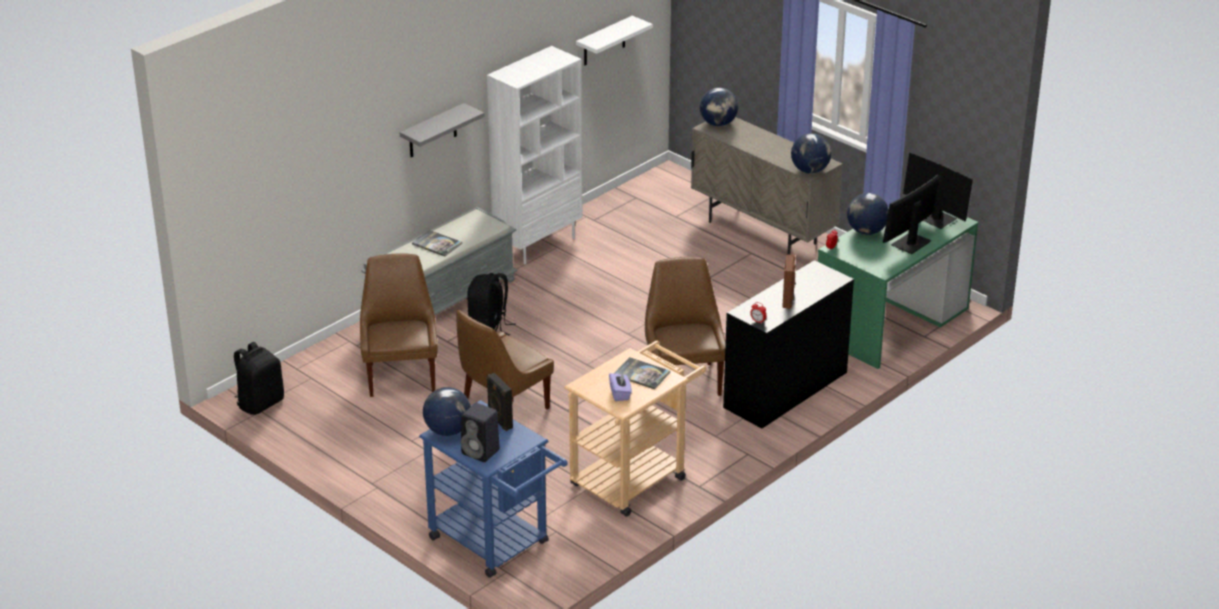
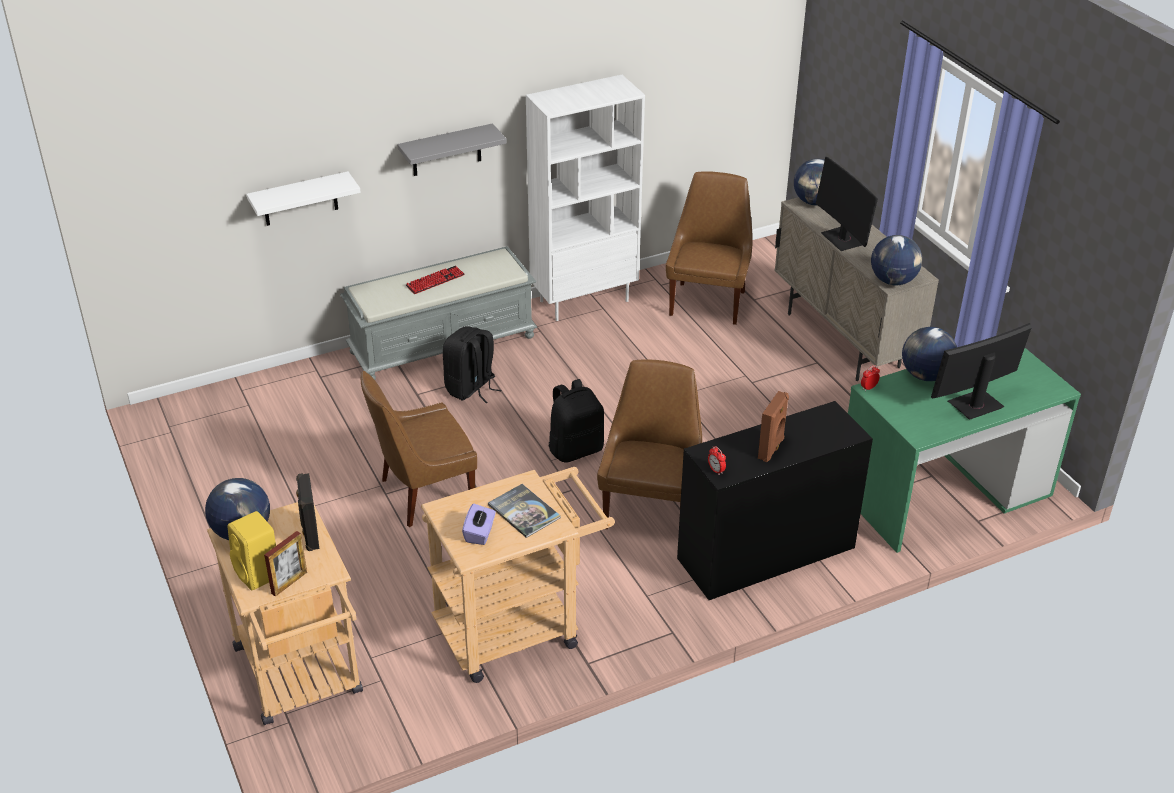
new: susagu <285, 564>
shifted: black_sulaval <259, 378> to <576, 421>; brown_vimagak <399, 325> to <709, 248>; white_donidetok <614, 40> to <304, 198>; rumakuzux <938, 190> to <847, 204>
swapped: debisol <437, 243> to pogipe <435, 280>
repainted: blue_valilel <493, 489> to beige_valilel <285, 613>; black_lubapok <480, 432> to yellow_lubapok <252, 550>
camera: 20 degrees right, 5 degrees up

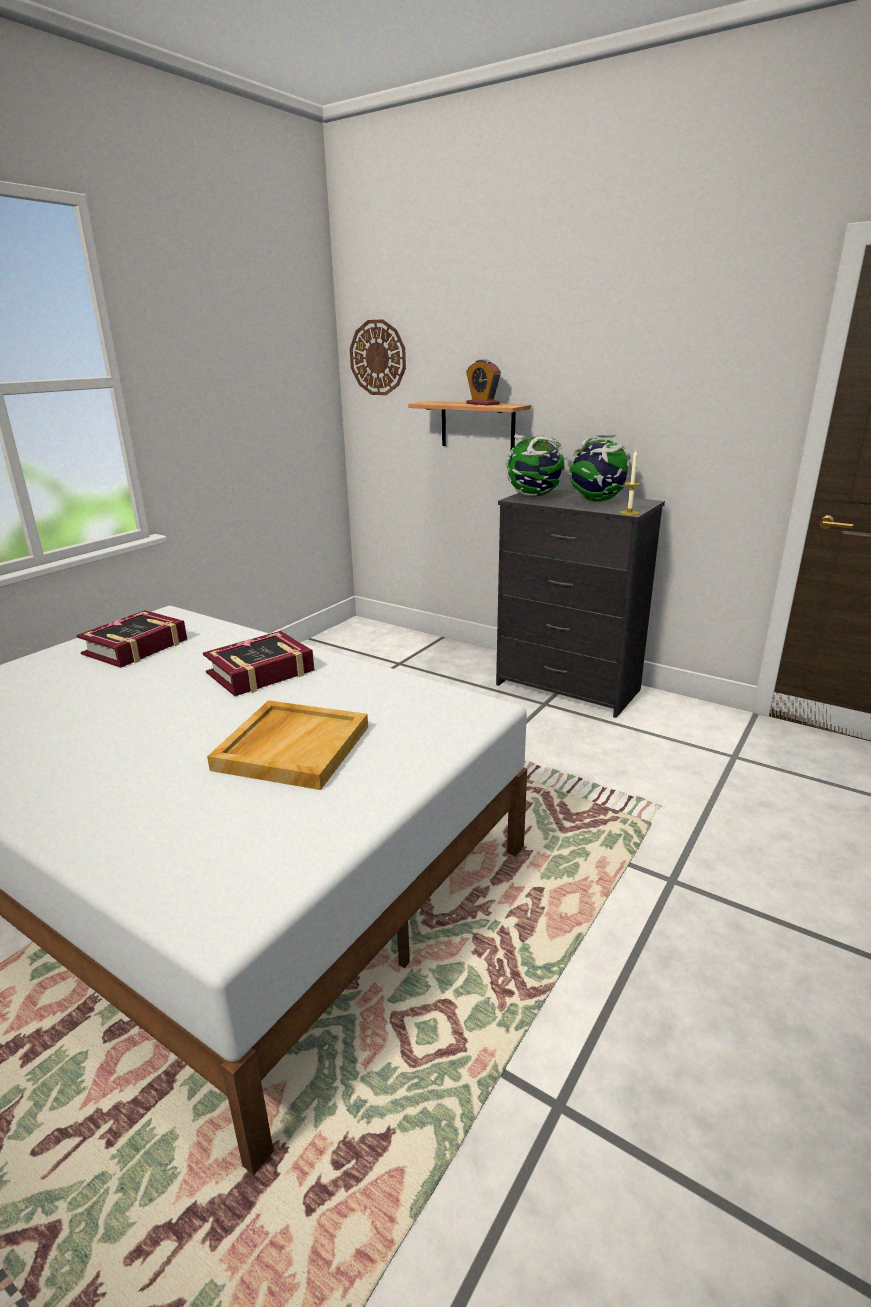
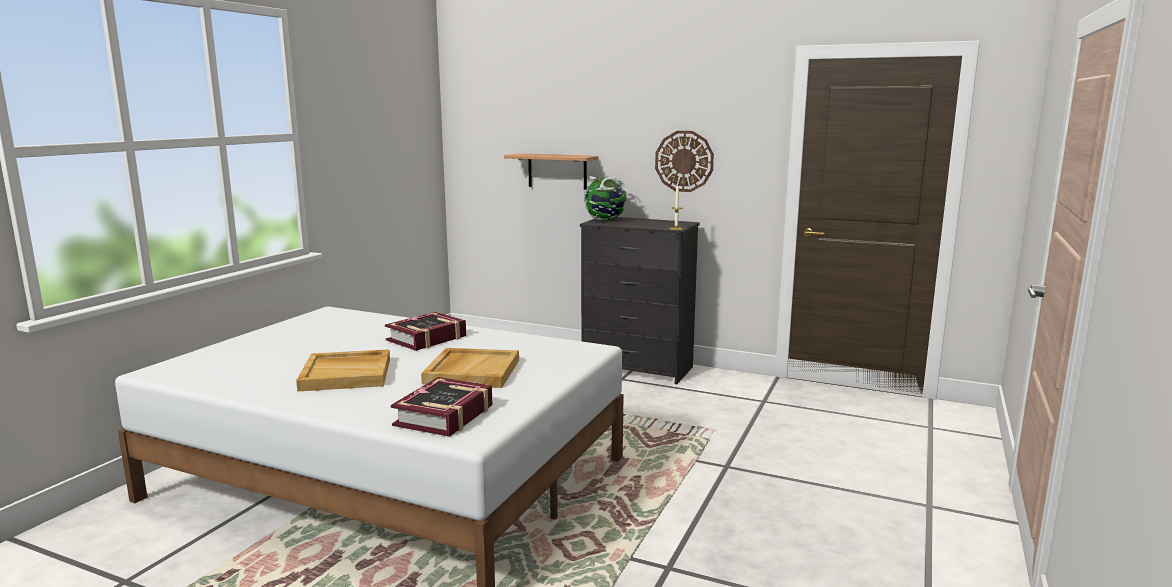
gone: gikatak <483, 382>; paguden <600, 468>
new: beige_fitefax <343, 370>
shifted: debisol <131, 639> to <441, 407>; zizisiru <378, 357> to <684, 161>
camera: 10 degrees left, 10 degrees down

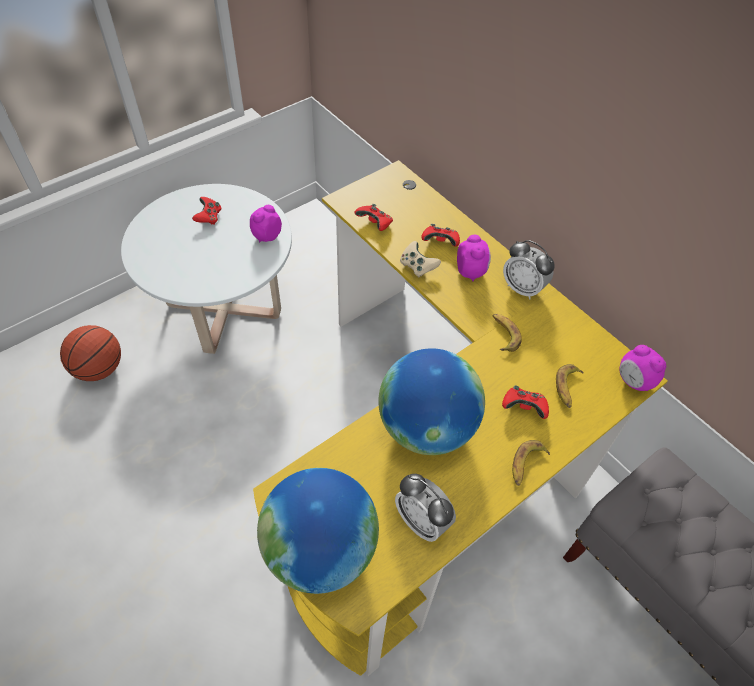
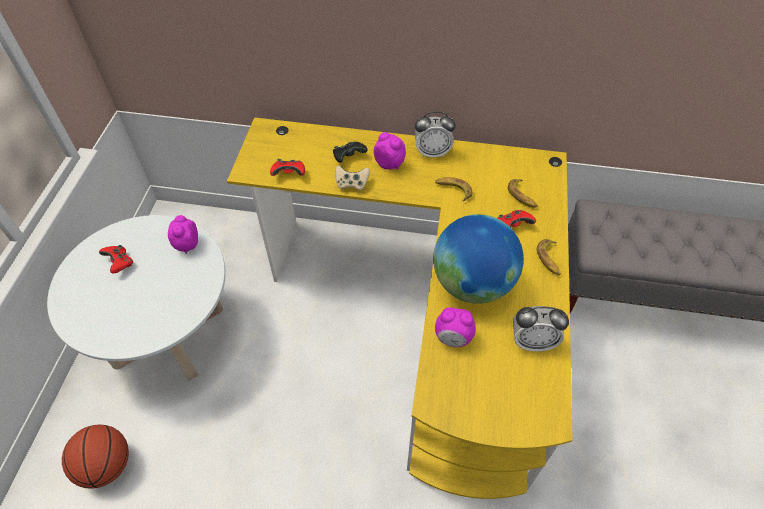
gone: paguden <318, 531>
shifted: gikatak <643, 368> to <455, 327>
repainted: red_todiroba <440, 235> to black_todiroba <350, 152>
camera: 40 degrees left, 0 degrees up

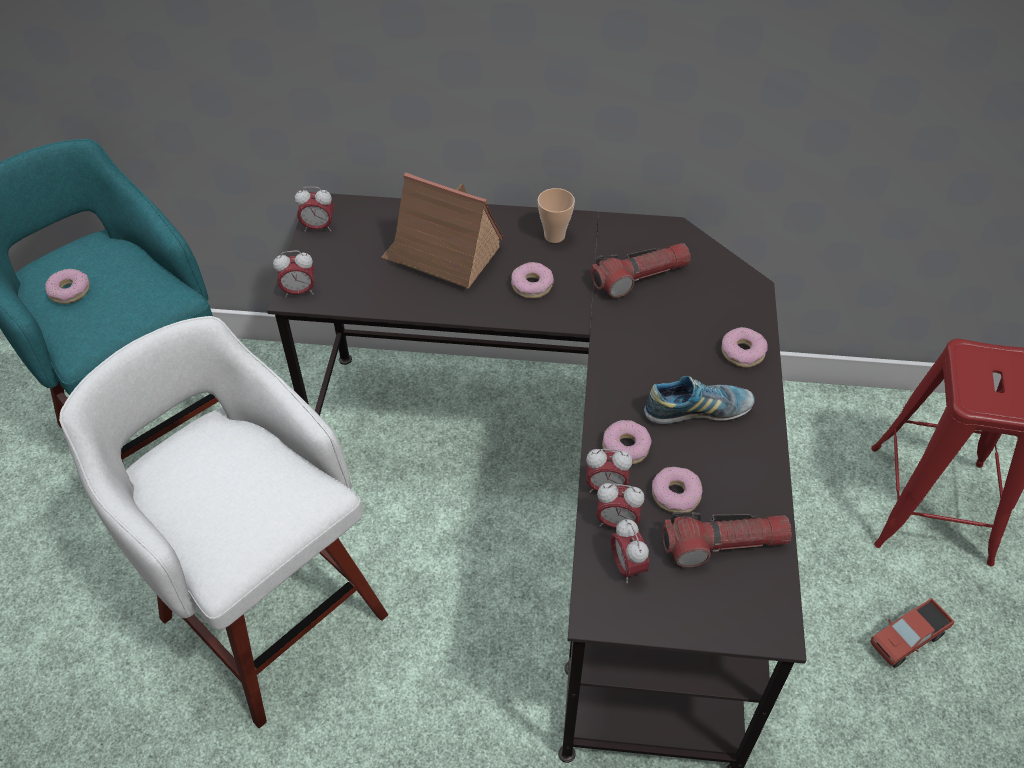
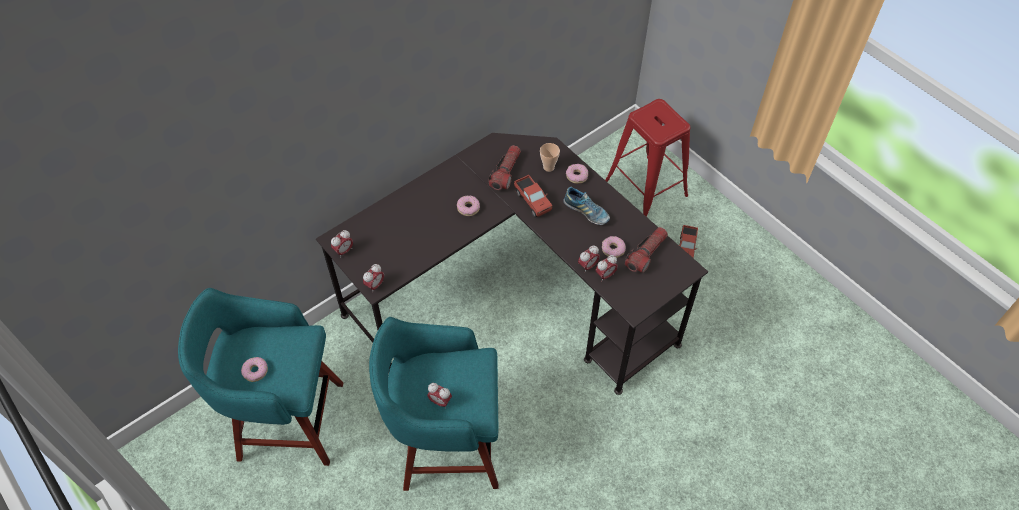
gone: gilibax <442, 231>; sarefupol <627, 442>
new: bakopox <533, 196>
shifted: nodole <556, 215> to <550, 157>; gikatak <630, 551> to <439, 395>
repainted: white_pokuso <223, 522> to turquoise_pokuso <434, 404>
rotated: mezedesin <699, 400> = <586, 206> 90 degrees clockwise
camera: 45 degrees left, 5 degrees up

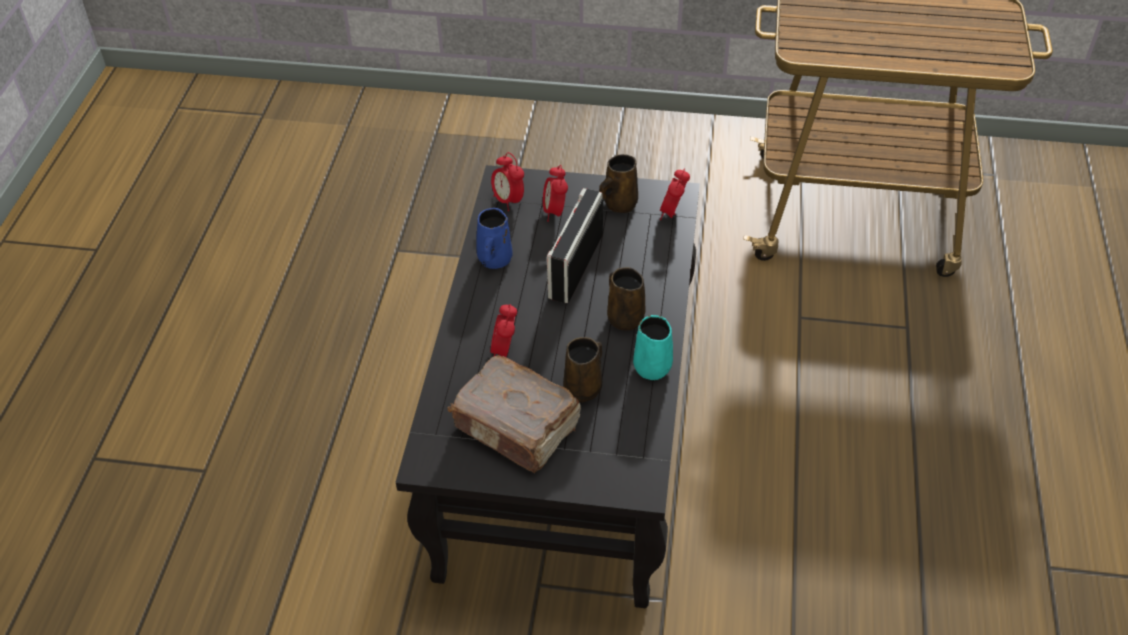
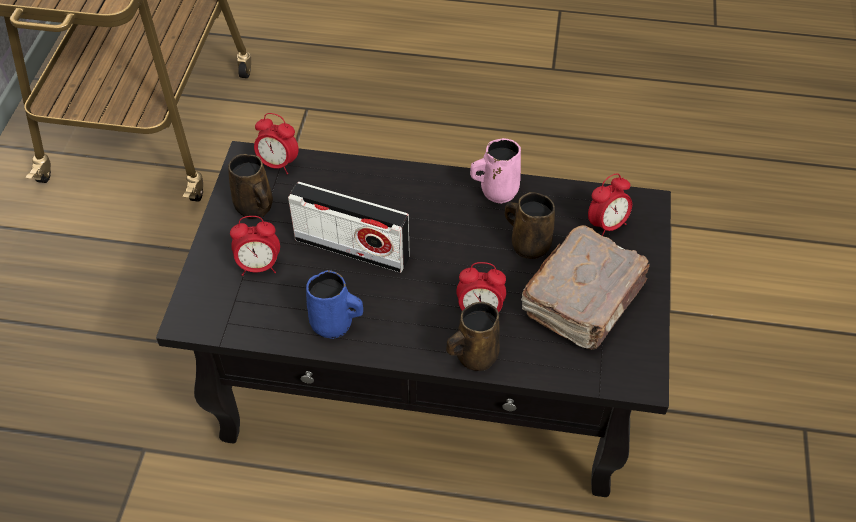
shifted: gikatak <507, 181> to <610, 204>; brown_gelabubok <626, 298> to <473, 336>
repainted: turquoise_gelabubok <653, 347> to pink_gelabubok <495, 171>
camera: 90 degrees left, 5 degrees up

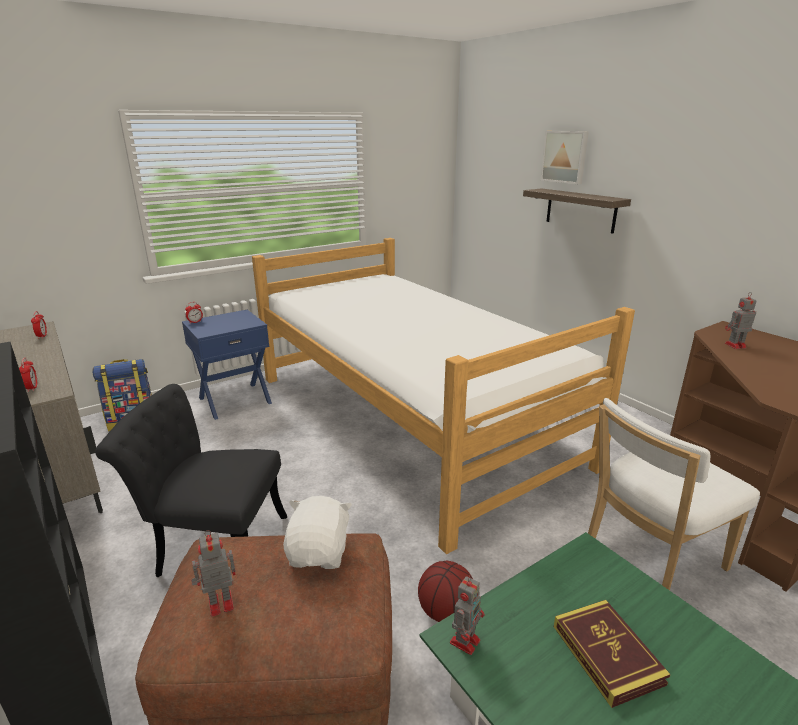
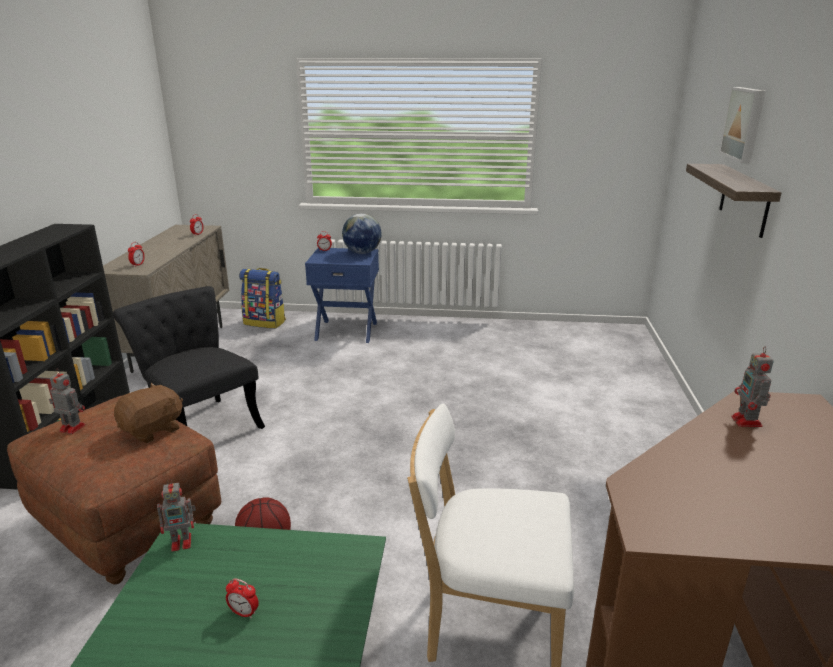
gone: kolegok <443, 396>
new: paguden <362, 233>
swapped: debisol <612, 654> to gikatak <242, 598>
repainted: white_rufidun <317, 532> to brown_rufidun <148, 413>
rotated: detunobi <741, 321> = <752, 386> 120 degrees counterclockwise
camera: 40 degrees right, 0 degrees up

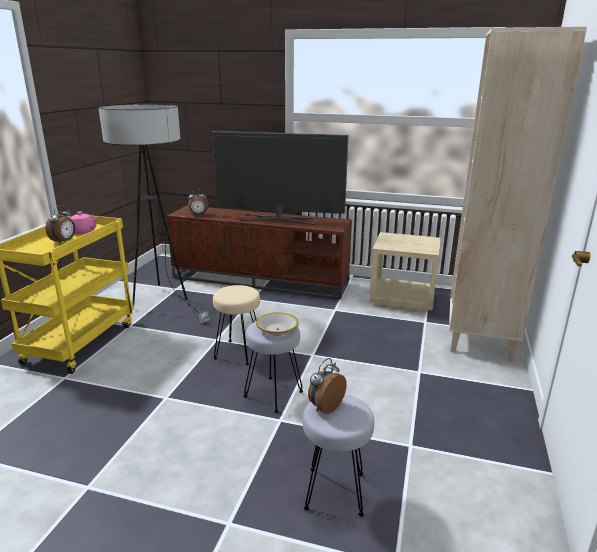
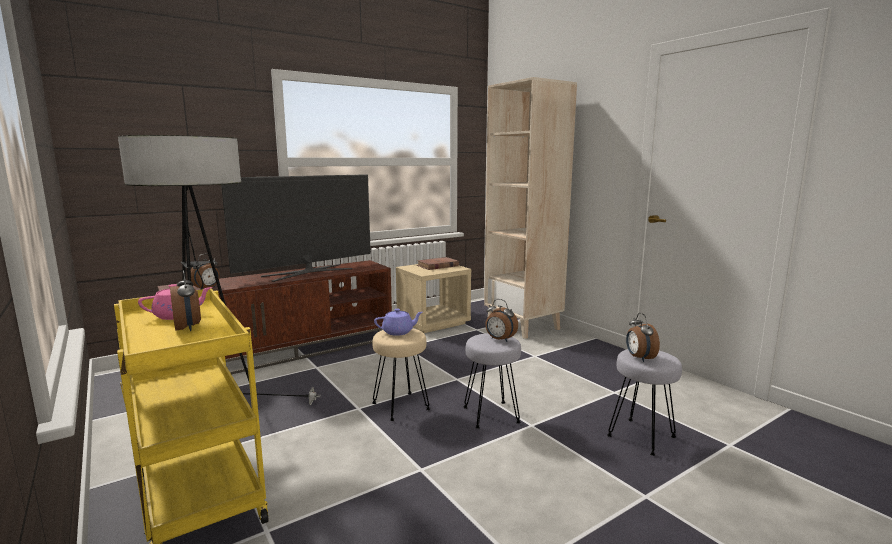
new: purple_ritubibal <398, 322>; brown_debisol <438, 263>
swapped: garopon <277, 323> to gikatak <501, 320>
camera: 50 degrees left, 10 degrees down

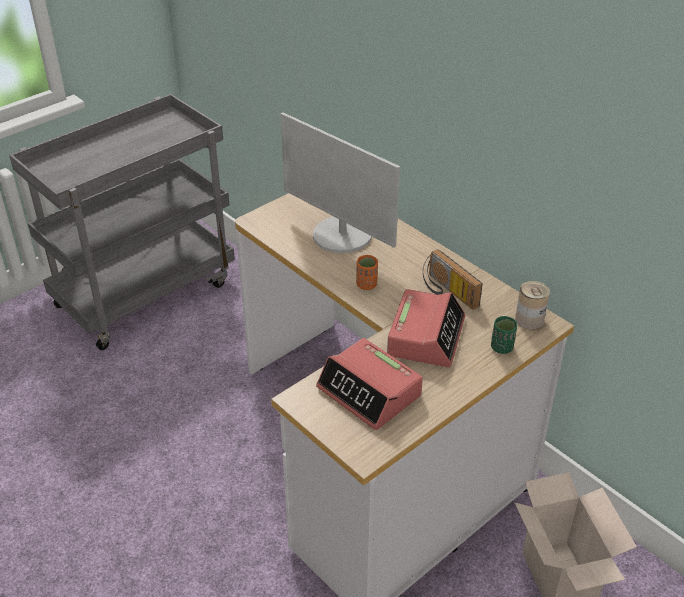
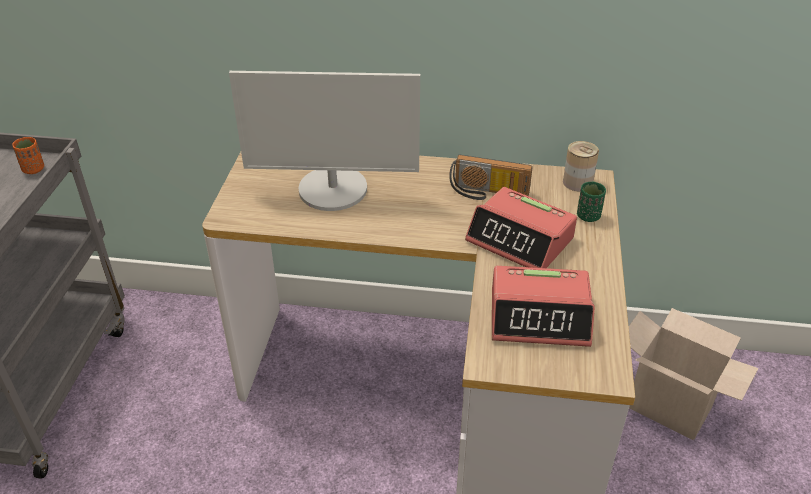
shifted: orange_nodole <367, 272> to <28, 155>
rotated: gikatak <426, 328> = <521, 227> 150 degrees clockwise
camera: 40 degrees left, 0 degrees up

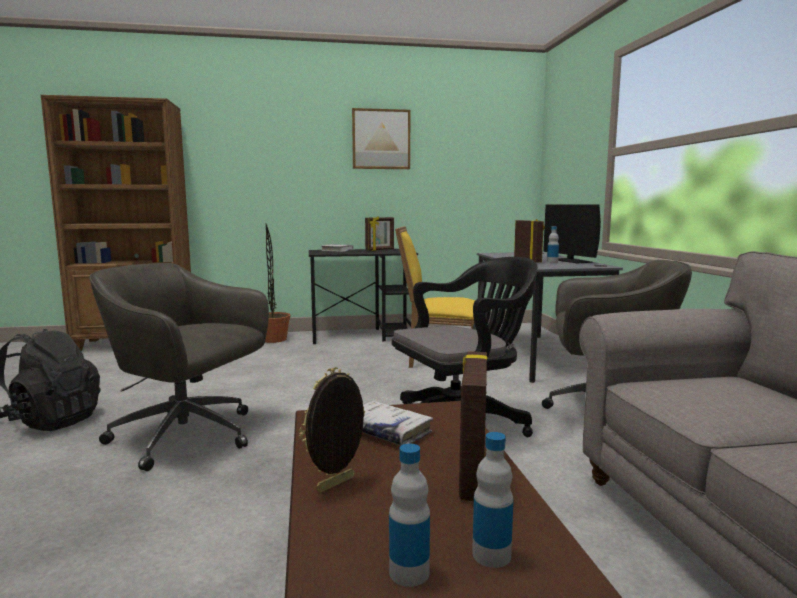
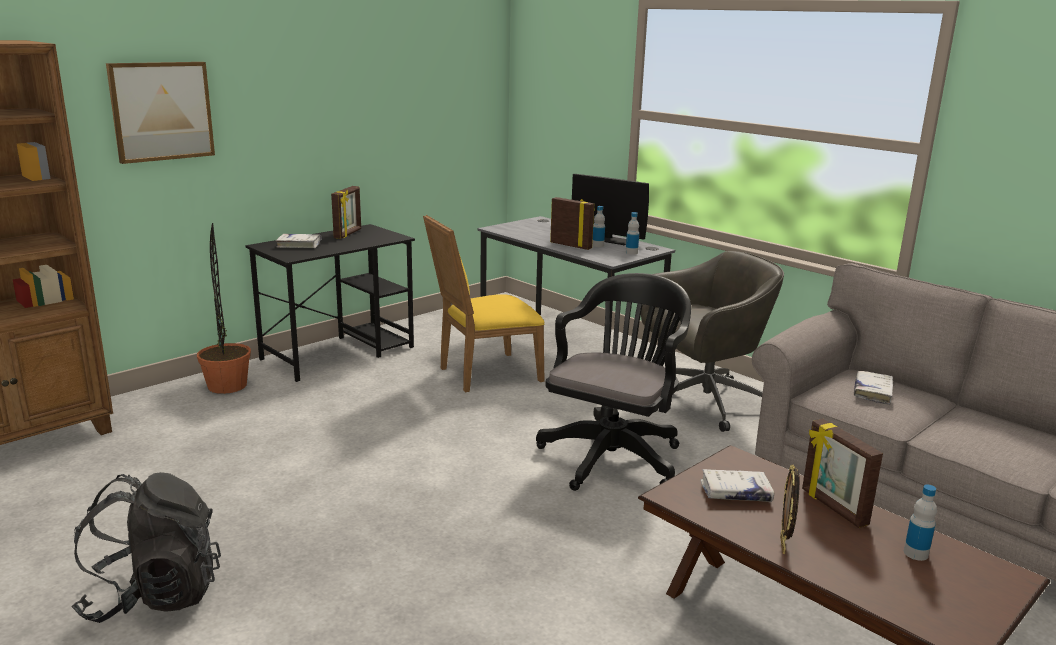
gone: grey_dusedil <179, 367>
new: white_debisol <873, 388>
shifted: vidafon <381, 138> to <160, 113>; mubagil <409, 515> to <632, 233>
camera: 35 degrees left, 10 degrees up

